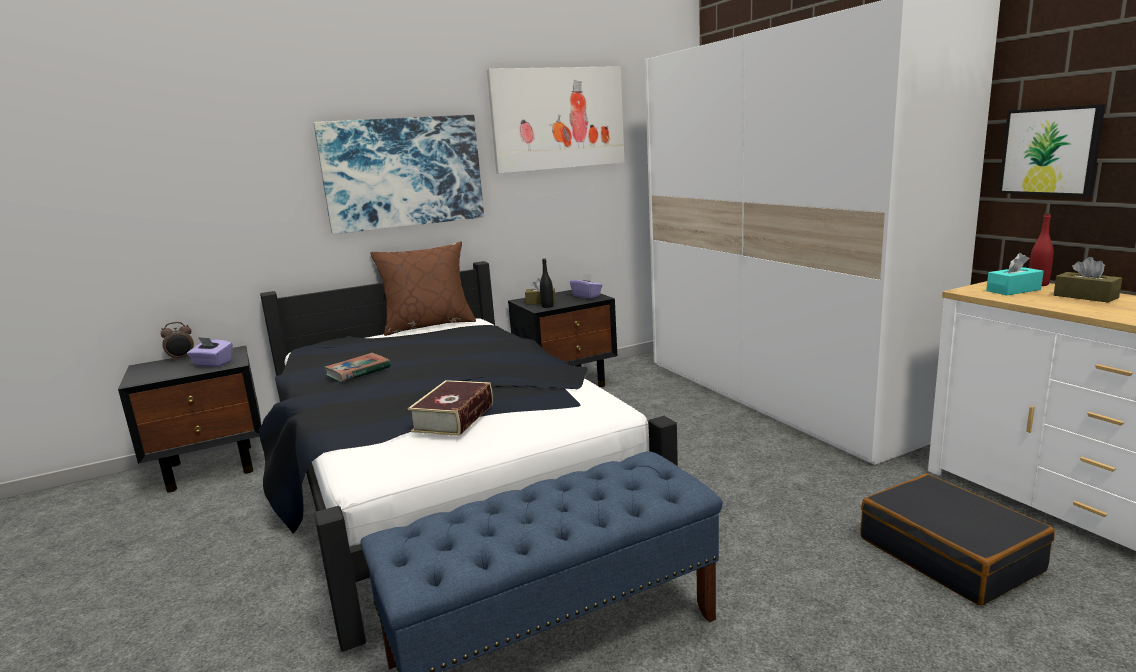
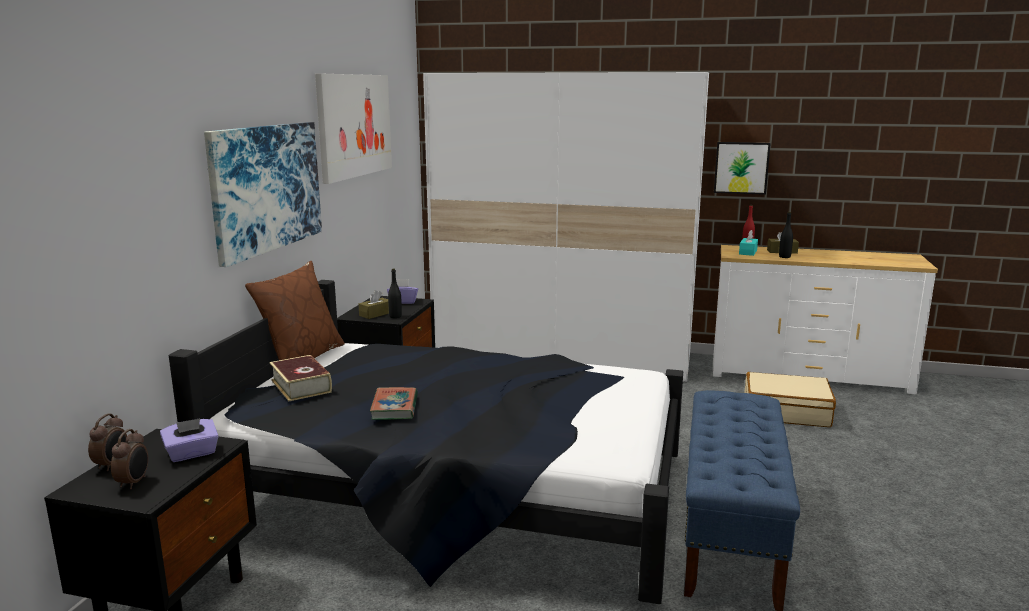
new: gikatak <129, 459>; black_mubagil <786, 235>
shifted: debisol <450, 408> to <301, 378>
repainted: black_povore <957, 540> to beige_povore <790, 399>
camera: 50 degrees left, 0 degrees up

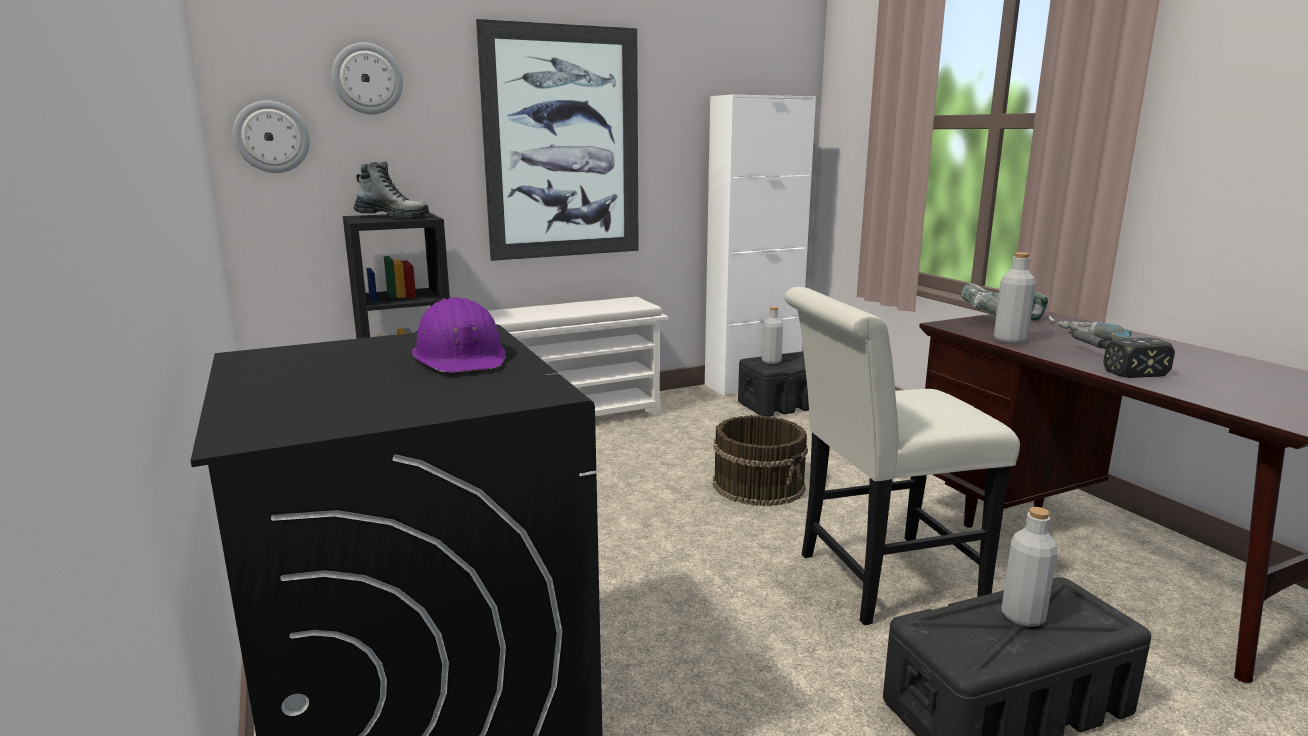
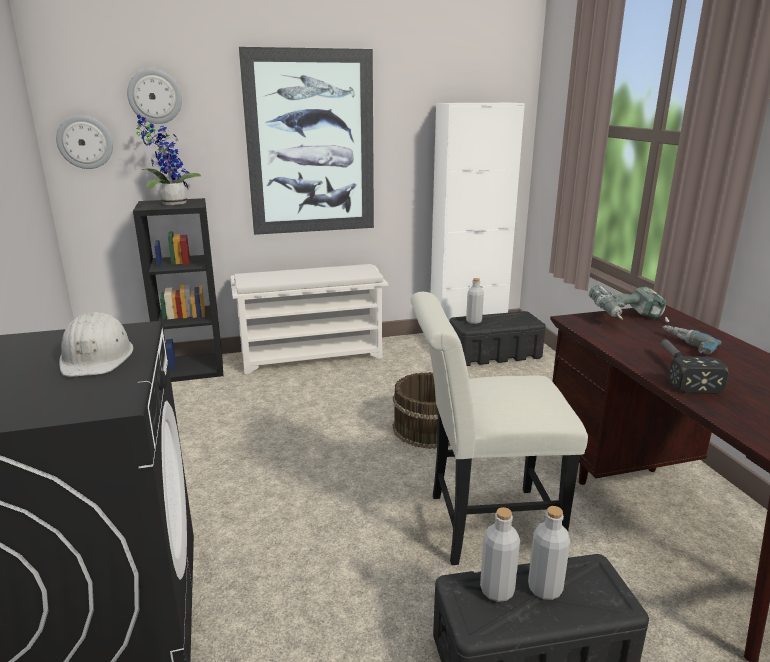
shifted: grey_mubagil <1015, 298> to <500, 554>
swapped: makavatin <391, 189> to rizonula <168, 159>
repainted: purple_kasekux <459, 334> to white_kasekux <96, 344>
camera: 10 degrees right, 5 degrees up

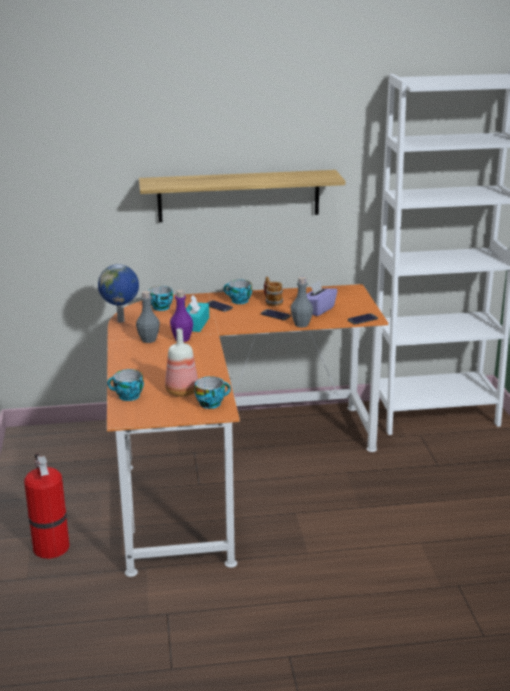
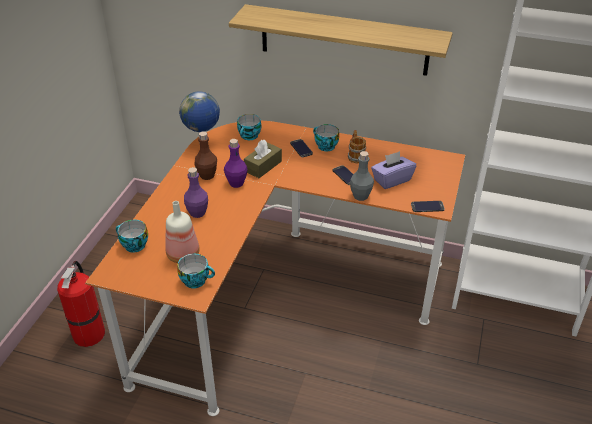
new: purple_mubagil <196, 192>
repainted: grey_mubagil <148, 317> to brown_mubagil <205, 155>; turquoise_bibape <197, 313> to brown_bibape <263, 159>
camera: 25 degrees right, 15 degrees up

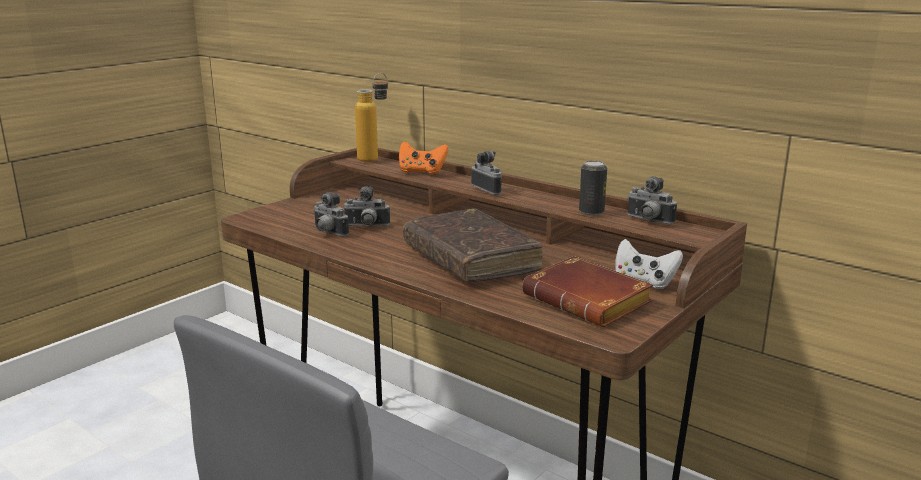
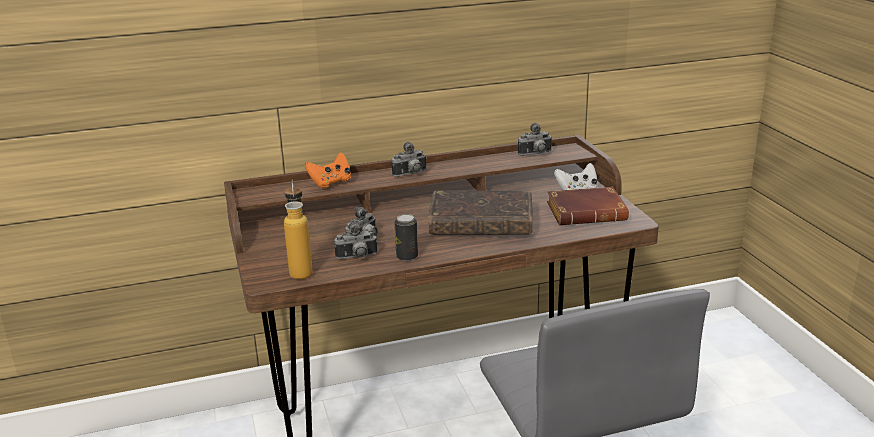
shifted: mubagil <371, 117> to <298, 229>; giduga <593, 188> to <406, 237>
rotated: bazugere <486, 173> = <409, 159> 150 degrees clockwise
camera: 55 degrees left, 5 degrees up

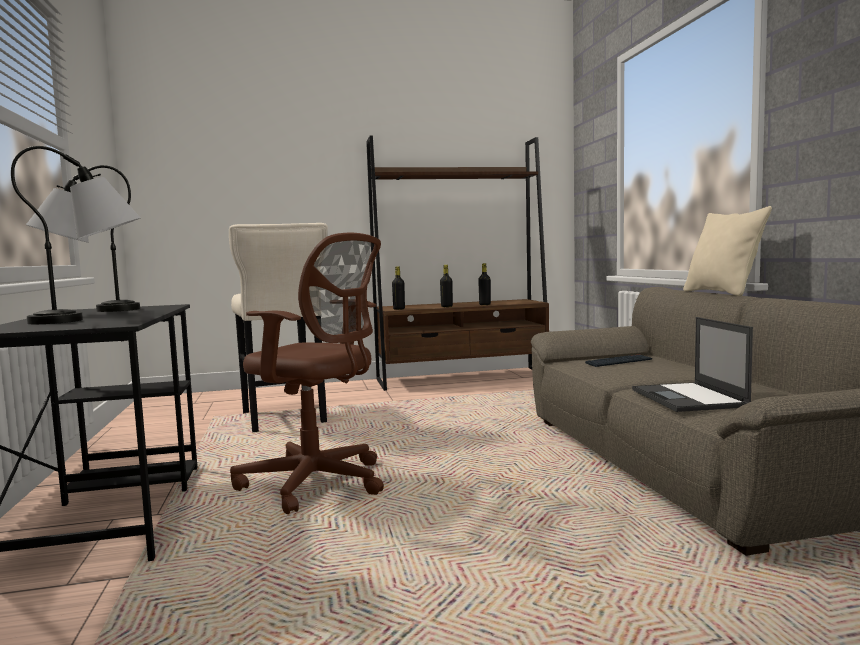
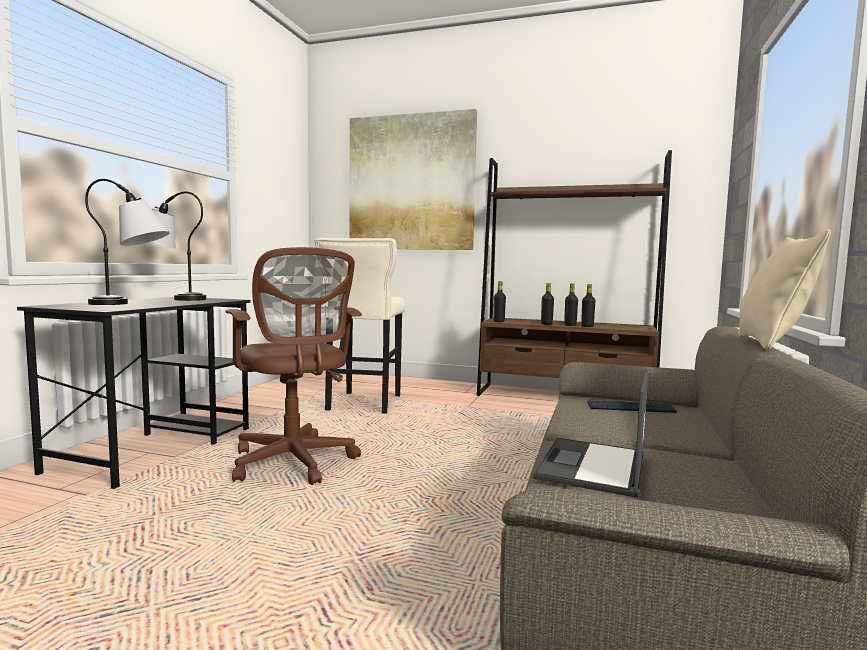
new: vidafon <413, 179>; black_mubagil <571, 304>
camera: 30 degrees right, 0 degrees up

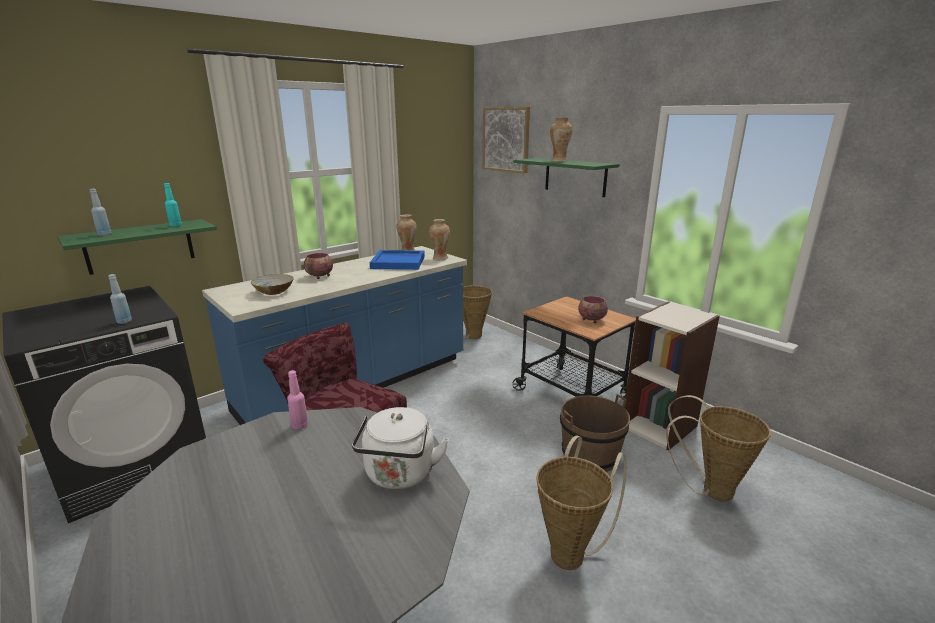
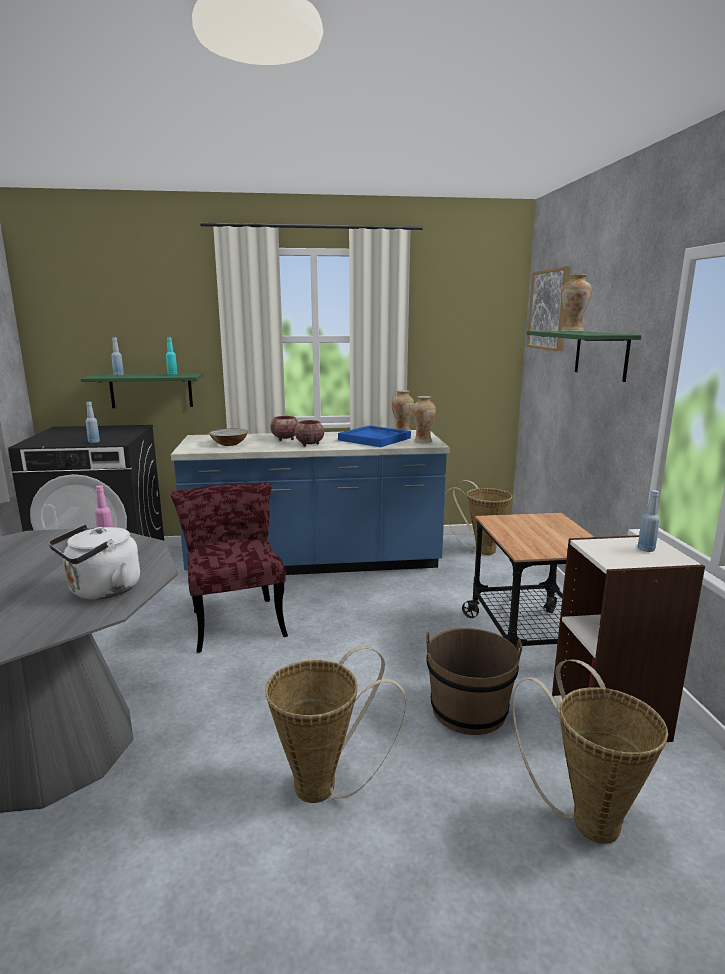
new: blue_mubagil <649, 521>
shifted: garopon <593, 309> to <309, 433>
camera: 35 degrees right, 5 degrees down

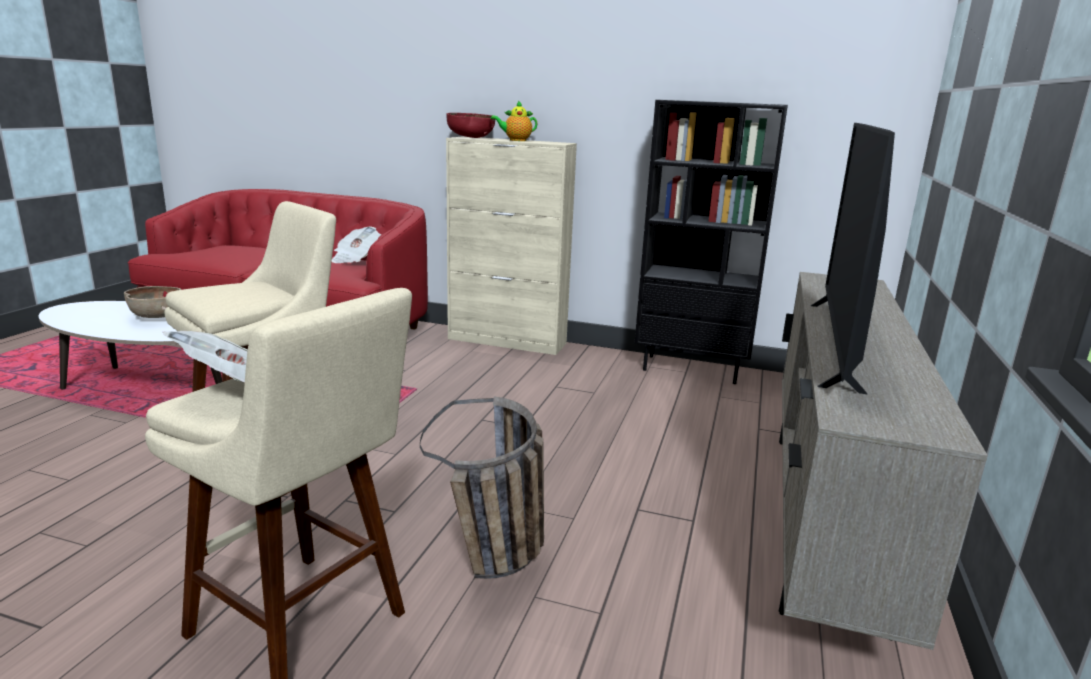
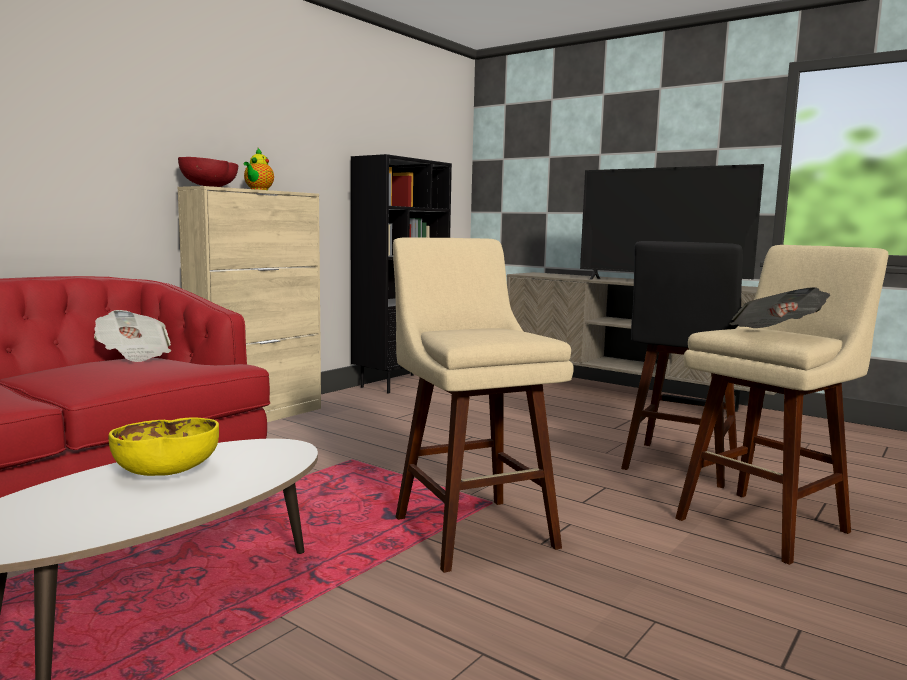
swapped: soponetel <482, 487> to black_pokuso <682, 364>
repainted: brown_garopon <152, 302> to yellow_garopon <163, 446>
camera: 70 degrees left, 10 degrees down

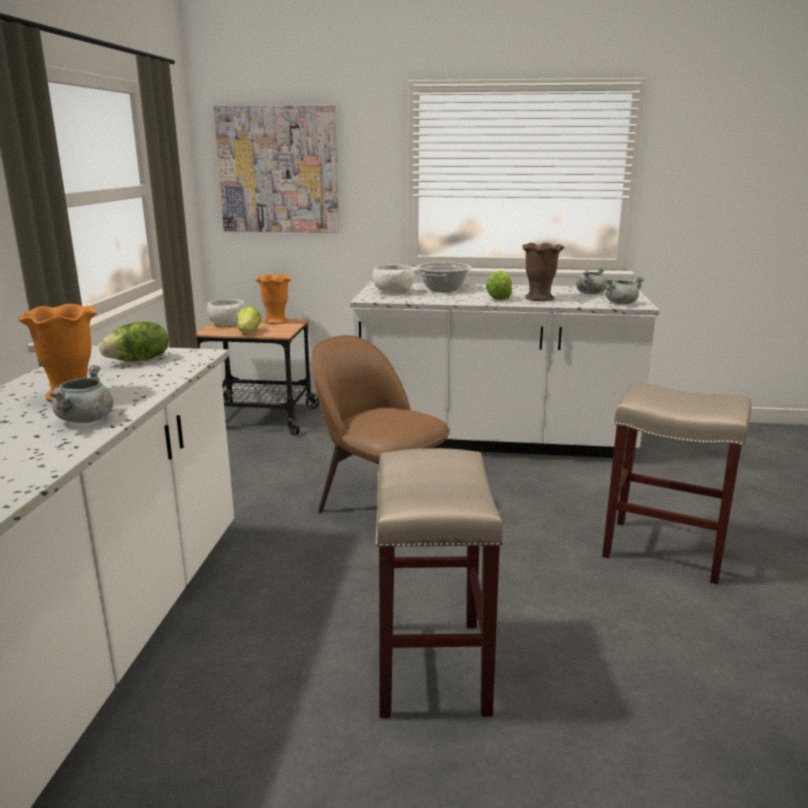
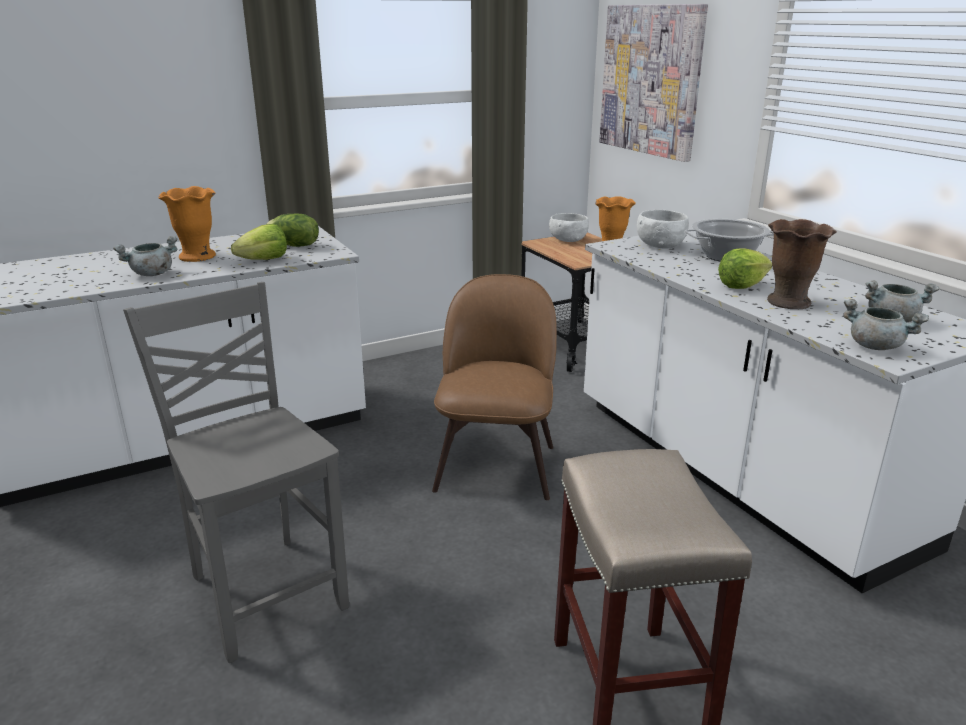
shifted: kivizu <249, 319> to <259, 242>
swapped: beige_pokuso <440, 583> to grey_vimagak <236, 472>
camera: 55 degrees right, 5 degrees up

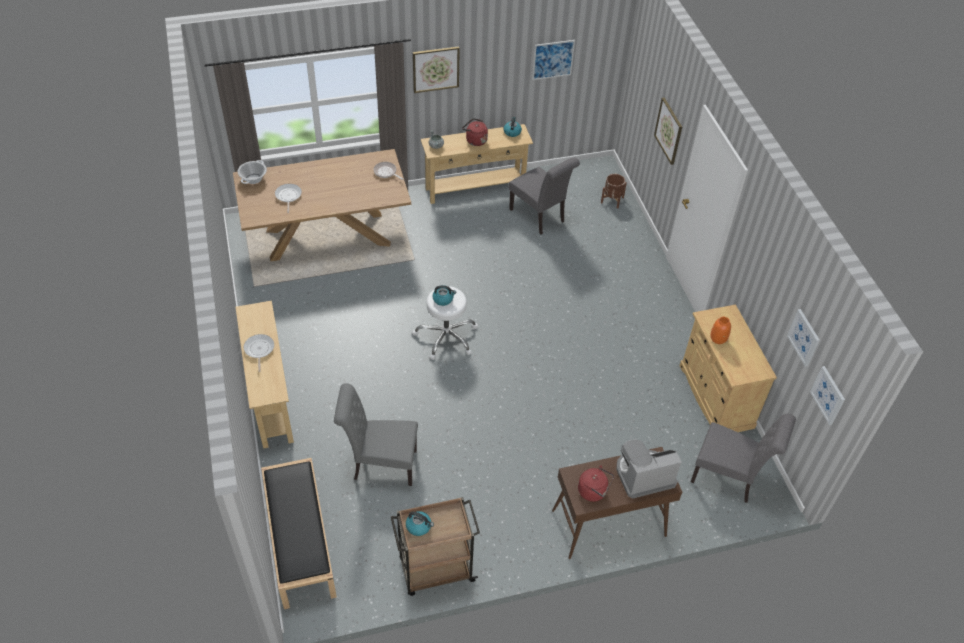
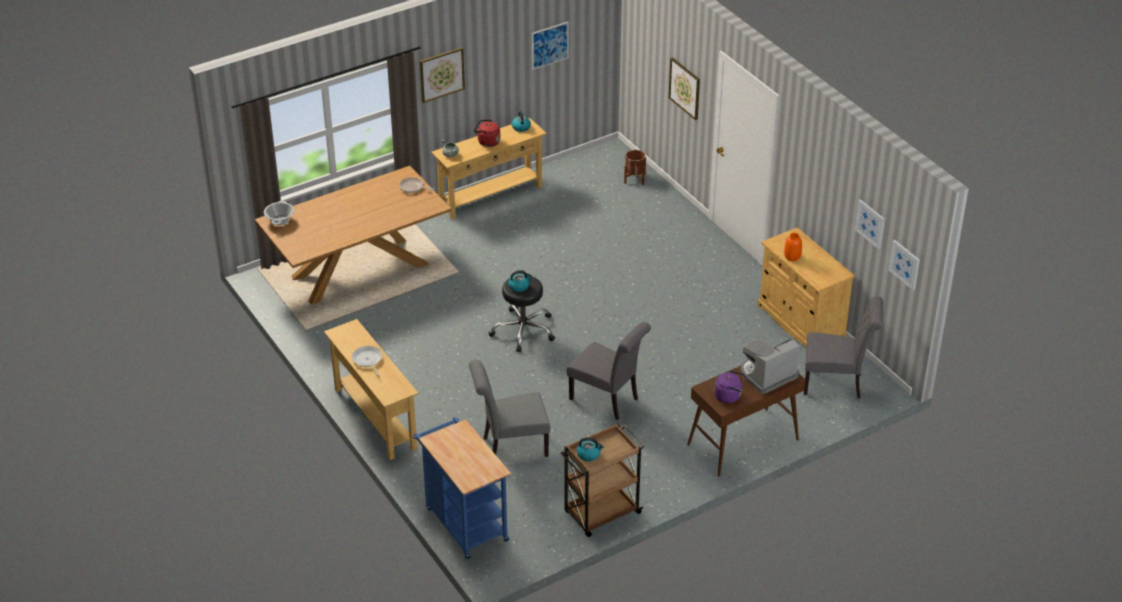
gone: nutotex <288, 198>
shifted: grey_vimagak <544, 196> to <609, 371>
swapped: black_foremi <299, 533> to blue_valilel <462, 488>
repainted: white_pokuso <445, 323> to black_pokuso <522, 313>; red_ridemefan <596, 483> to purple_ridemefan <729, 386>
camera: 15 degrees left, 10 degrees down

